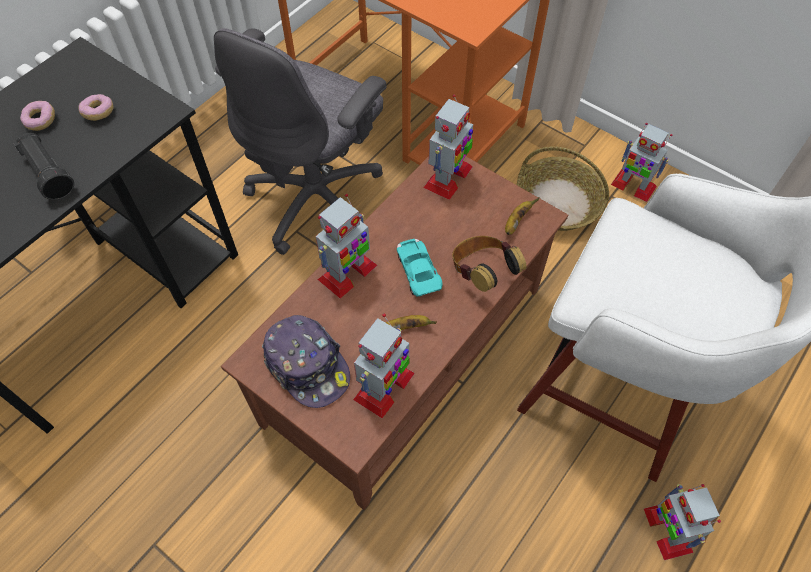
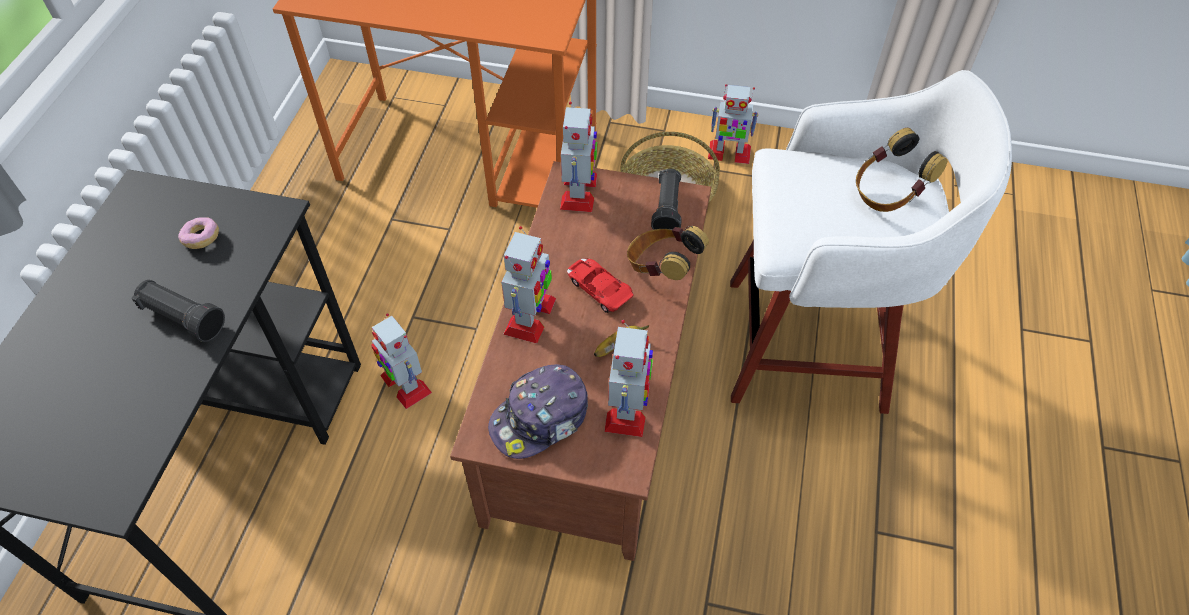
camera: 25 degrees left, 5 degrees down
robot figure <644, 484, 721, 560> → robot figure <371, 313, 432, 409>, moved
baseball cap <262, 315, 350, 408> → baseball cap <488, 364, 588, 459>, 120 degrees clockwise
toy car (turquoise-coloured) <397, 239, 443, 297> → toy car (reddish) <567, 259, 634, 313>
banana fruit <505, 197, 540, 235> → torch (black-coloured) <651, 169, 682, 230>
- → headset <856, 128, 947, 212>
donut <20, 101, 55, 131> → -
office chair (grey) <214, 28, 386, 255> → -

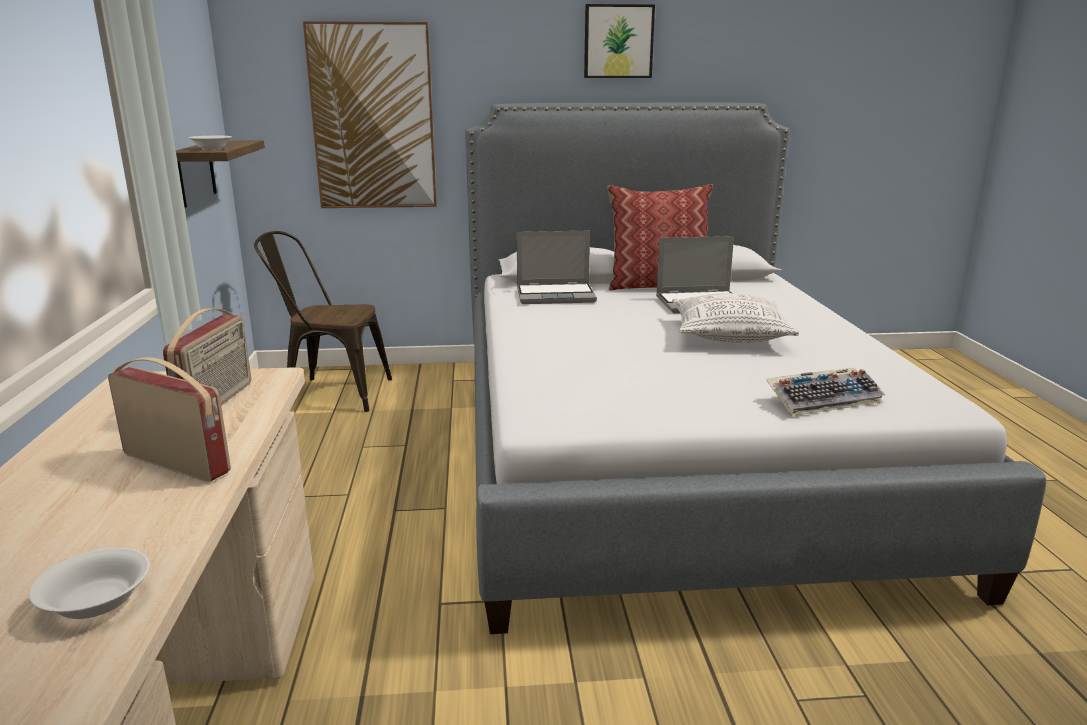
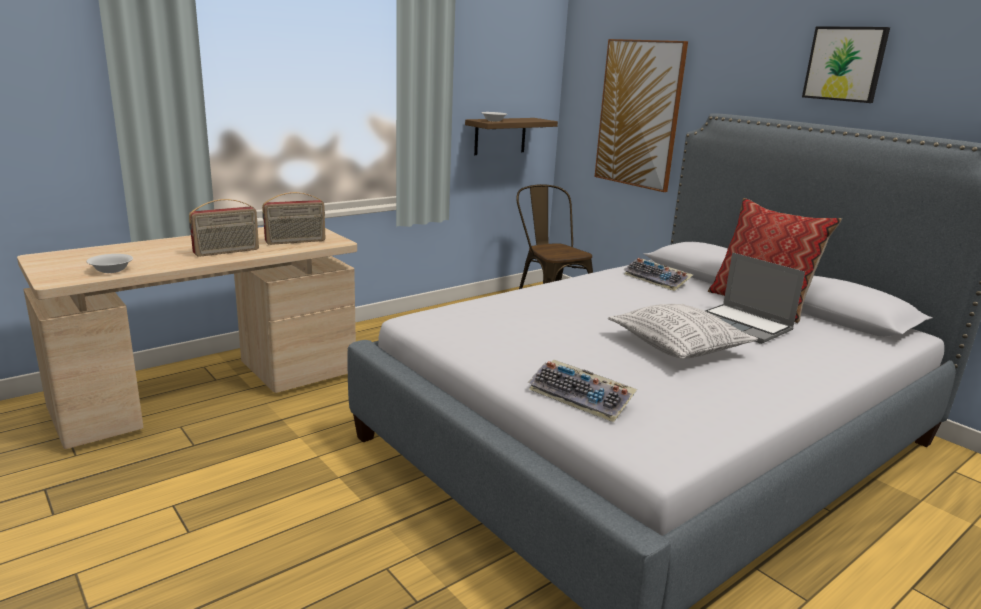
camera: 55 degrees right, 0 degrees up
radio set <108, 357, 231, 482> → radio set <189, 199, 259, 257>, 60 degrees clockwise
portable computer <517, 231, 597, 304> → computer keyboard <623, 258, 693, 291>

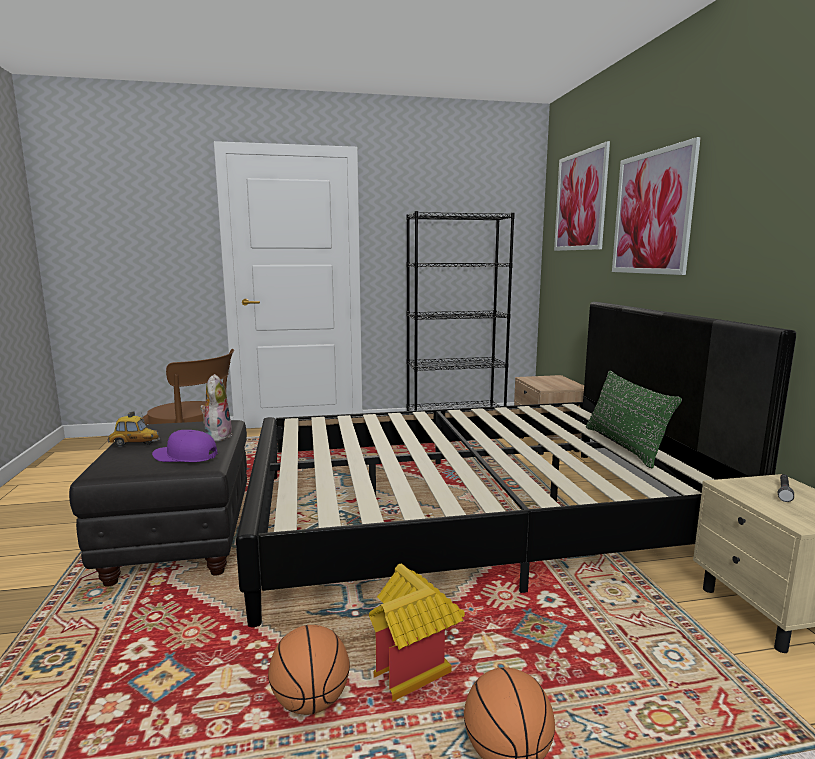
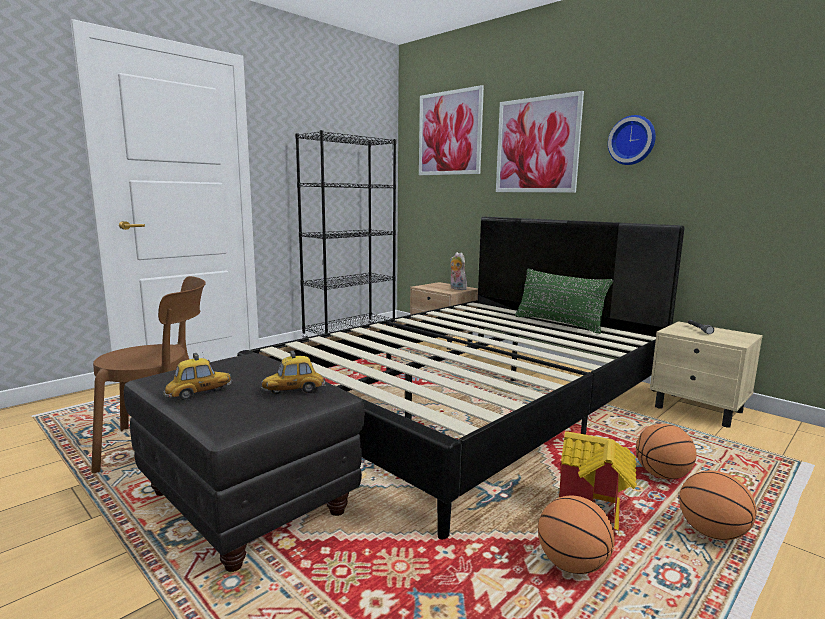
camera: 35 degrees left, 0 degrees up
baseball cap (purple-coloured) <152, 430, 218, 462> → toy car <261, 351, 326, 394>
cuddly toy <200, 374, 232, 441> → cuddly toy <450, 252, 467, 290>, moved
- → hanging clock <608, 115, 656, 165>
- → basketball ball <636, 424, 696, 479>

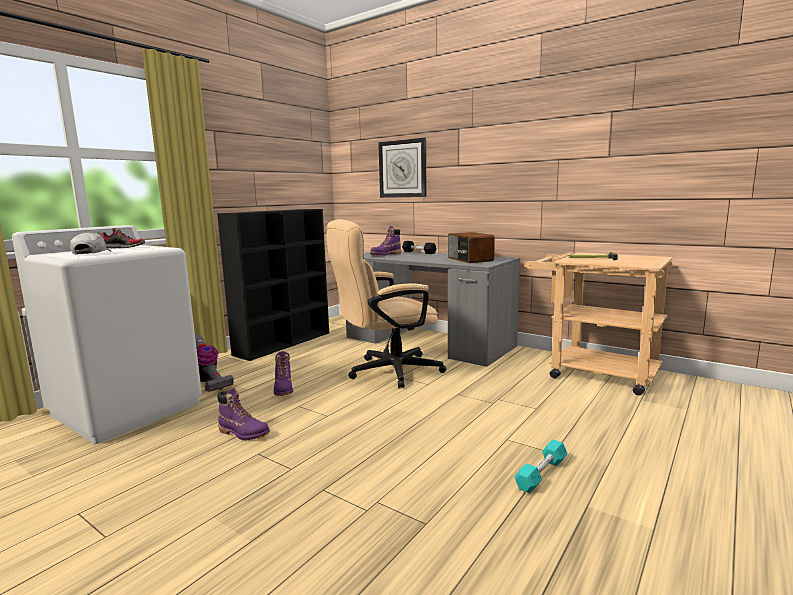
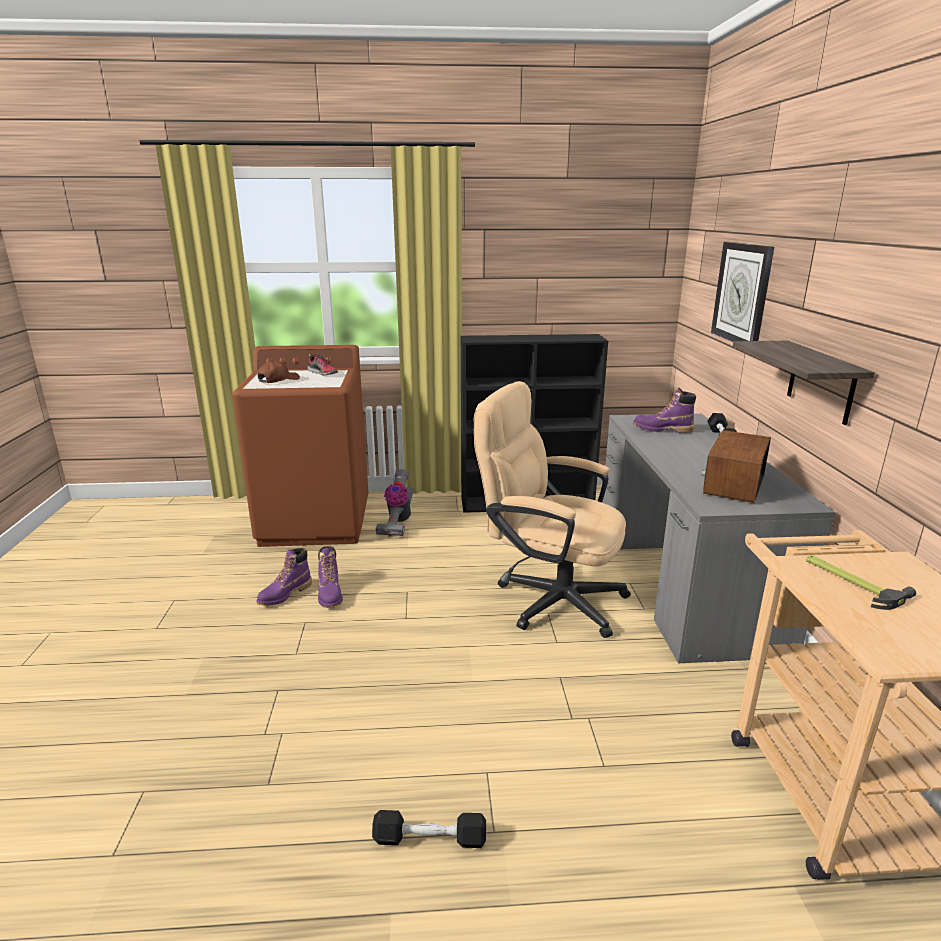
camera: 50 degrees right, 10 degrees up
laundry machine (white-coloured) <12, 225, 202, 444> → laundry machine (brown-coloured) <232, 345, 369, 547>
high-top boot (purple-coloured) <274, 351, 293, 396> → high-top boot (purple-coloured) <257, 548, 312, 606>, moved
baseball cap (white-coloured) <70, 232, 111, 254> → baseball cap (brown-coloured) <258, 361, 300, 383>
free weight (turquoise-coloured) <514, 440, 568, 493> → free weight (black-coloured) <372, 810, 486, 848>
- → shelf <733, 341, 875, 425>

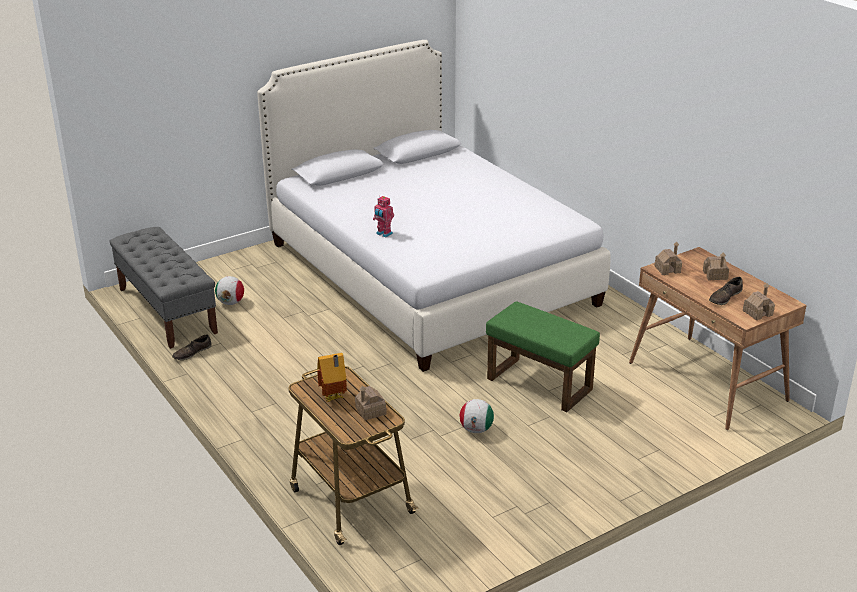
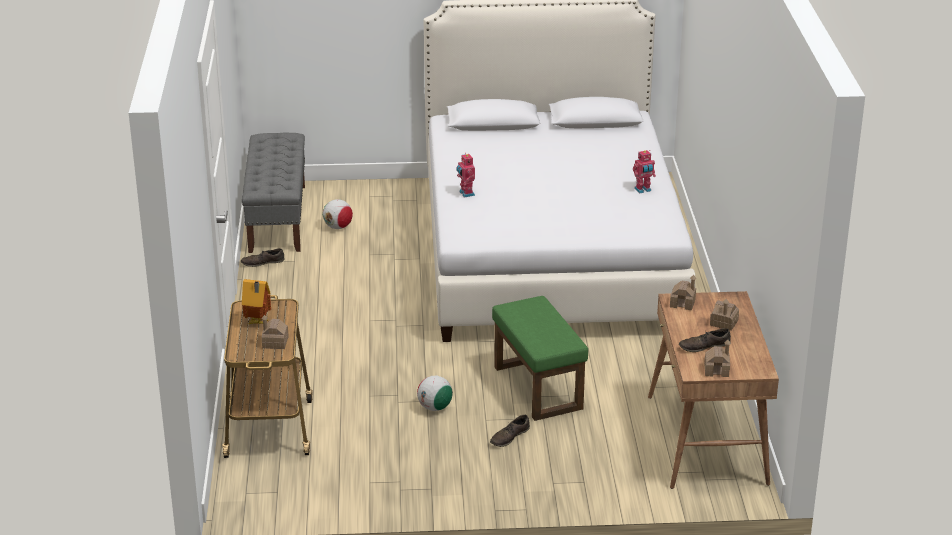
camera: 30 degrees right, 0 degrees up
- → item of footwear (brown-coloured) <490, 415, 530, 447>
- → robot figure <633, 150, 656, 194>

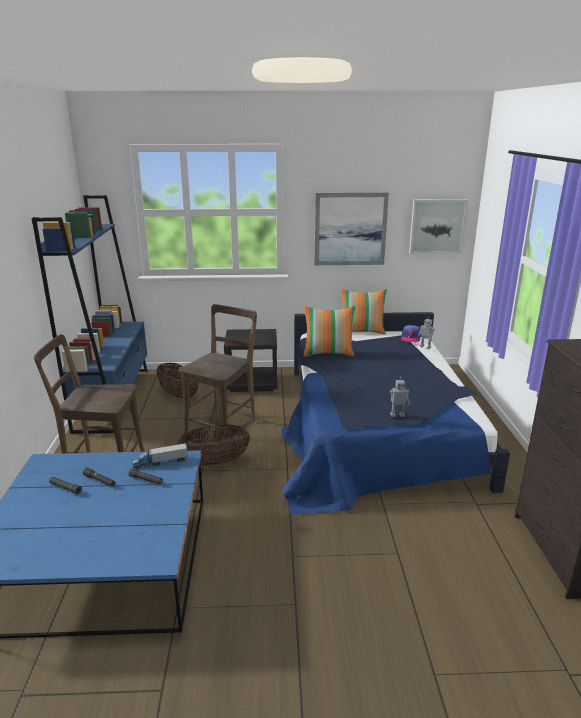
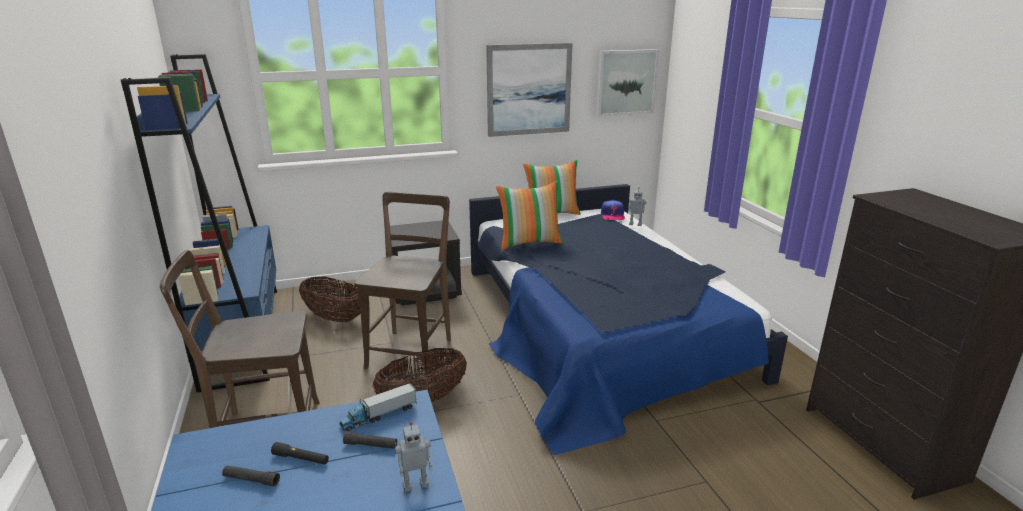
camera: 15 degrees left, 0 degrees up
robot figure <390, 377, 410, 417> → robot figure <395, 422, 433, 492>, moved

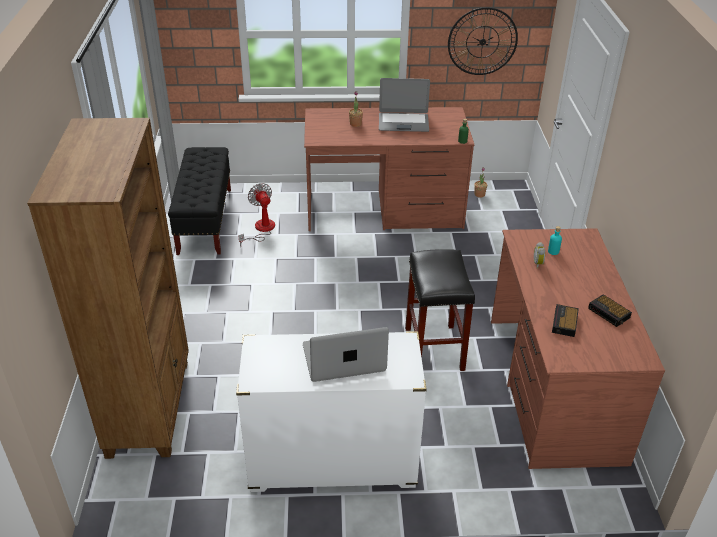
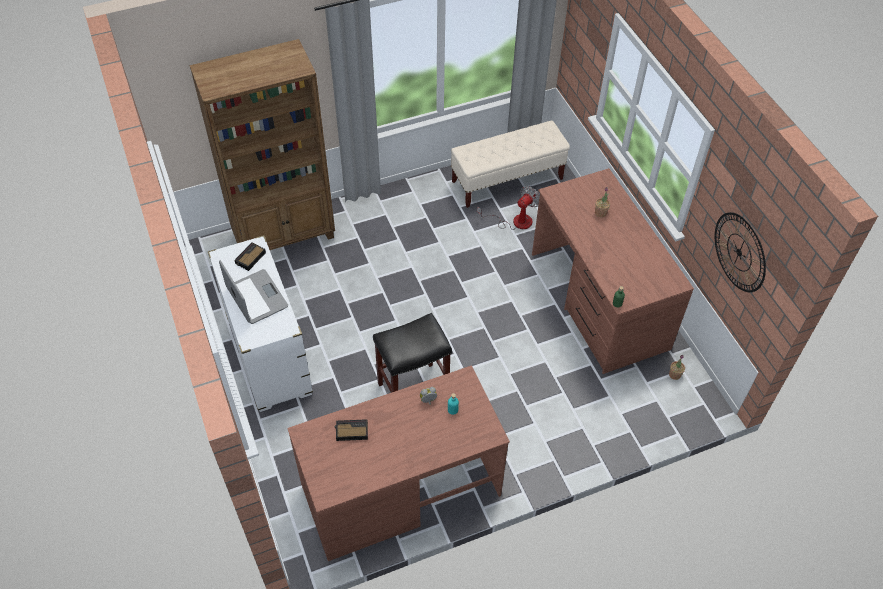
camera: 70 degrees right, 15 degrees up
alarm clock <588, 294, 632, 327> → alarm clock <234, 243, 266, 271>, moved
bench (black-coloured) <168, 147, 231, 255> → bench (sand-coloured) <451, 121, 570, 208>
portable computer <379, 78, 430, 132> → -

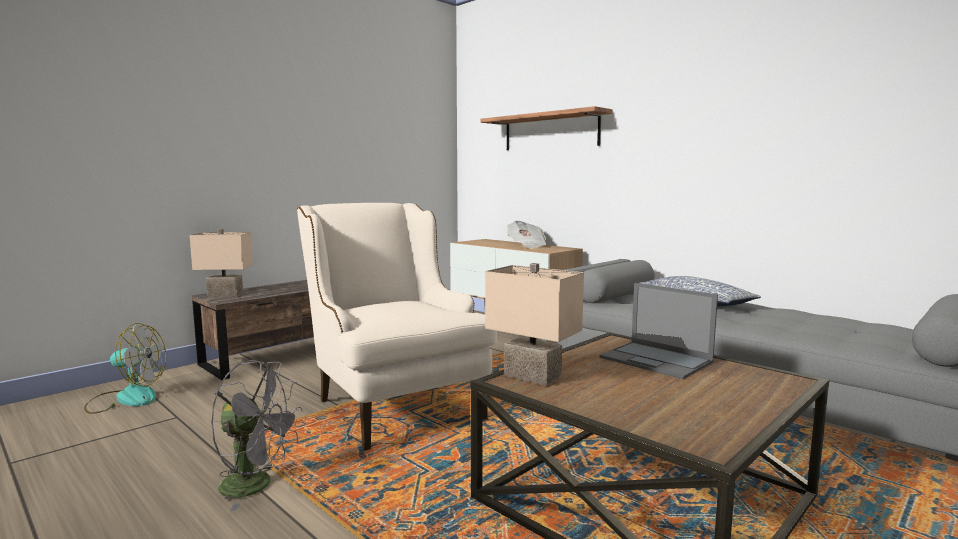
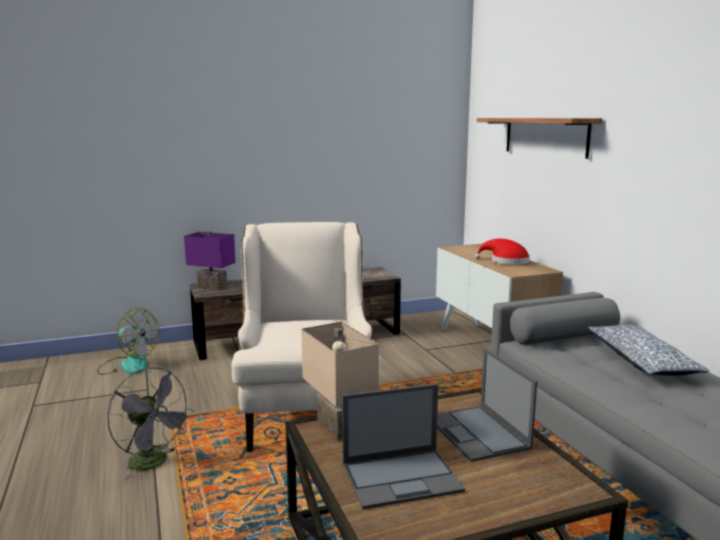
camera: 25 degrees right, 5 degrees up
lamp for a table (sand-coloured) <190, 229, 253, 297> → lamp for a table (purple-coloured) <184, 231, 236, 290>
- → portable computer <342, 384, 465, 509>
newspaper <507, 221, 547, 249> → clothing hat (reddish) <475, 239, 530, 265>

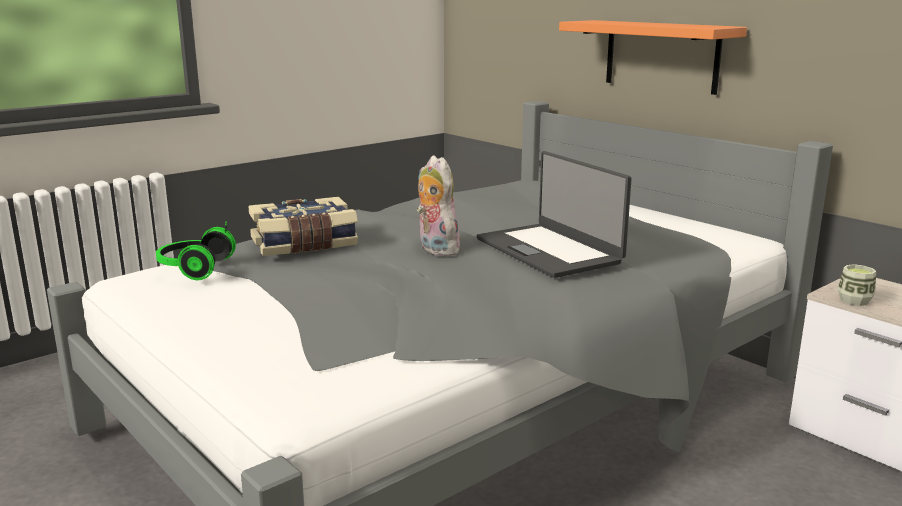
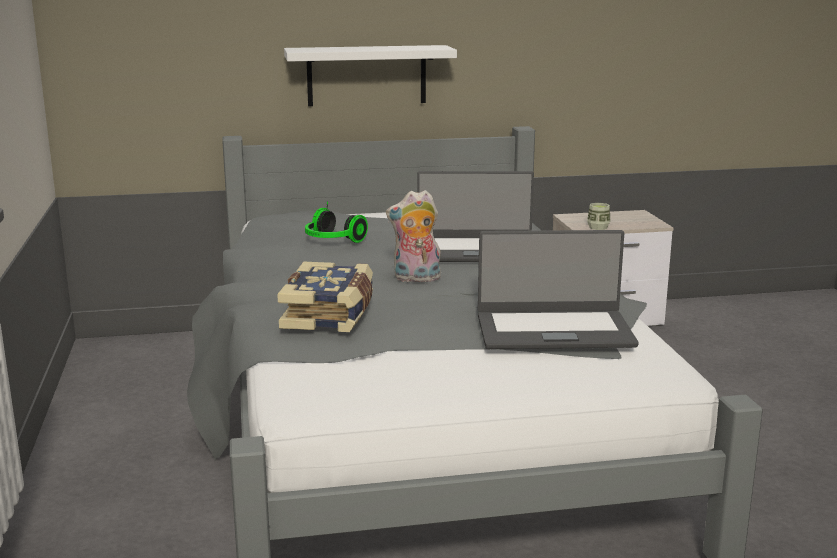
camera: 60 degrees left, 0 degrees up
shelf (orangey) <559, 20, 747, 95> → shelf (white-coloured) <284, 45, 457, 106>
headset <156, 222, 236, 280> → headset <305, 202, 368, 243>, moved
- → portable computer <478, 230, 639, 349>

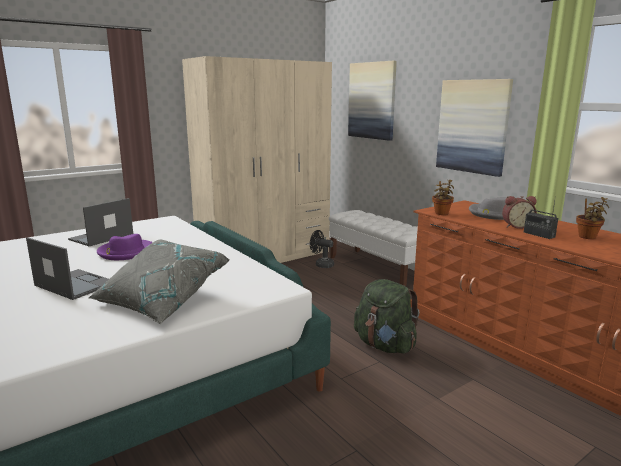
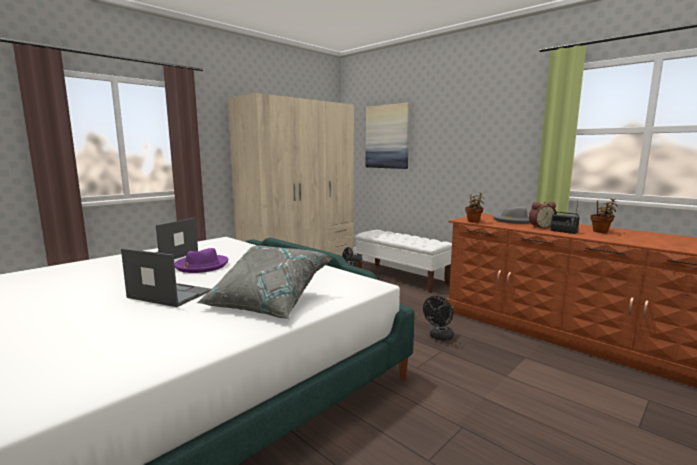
camera: 10 degrees left, 5 degrees down
rucksack (green-coloured) <354, 279, 419, 354> → cooling fan (black-coloured) <423, 296, 454, 341>
wall picture <436, 79, 513, 177> → -

